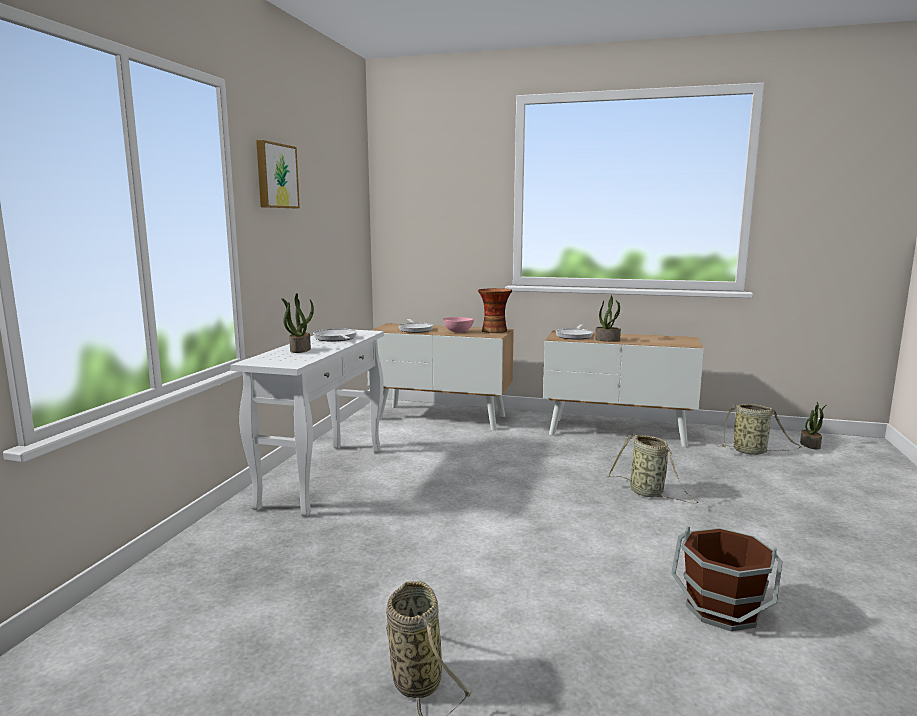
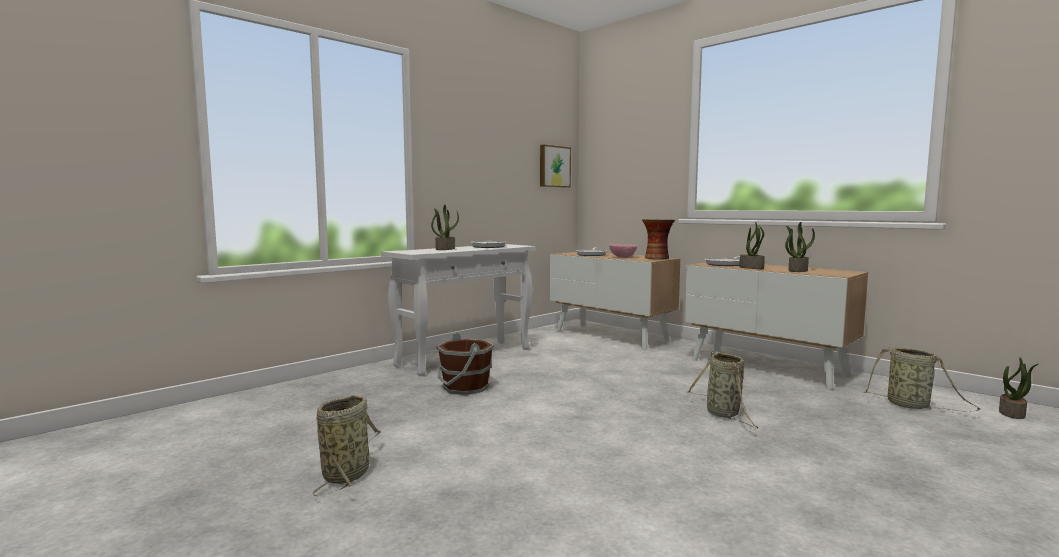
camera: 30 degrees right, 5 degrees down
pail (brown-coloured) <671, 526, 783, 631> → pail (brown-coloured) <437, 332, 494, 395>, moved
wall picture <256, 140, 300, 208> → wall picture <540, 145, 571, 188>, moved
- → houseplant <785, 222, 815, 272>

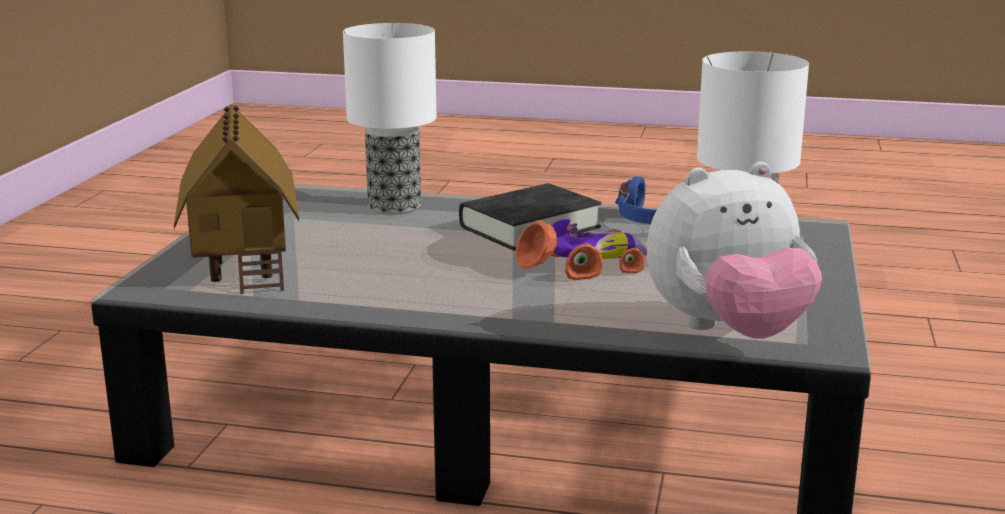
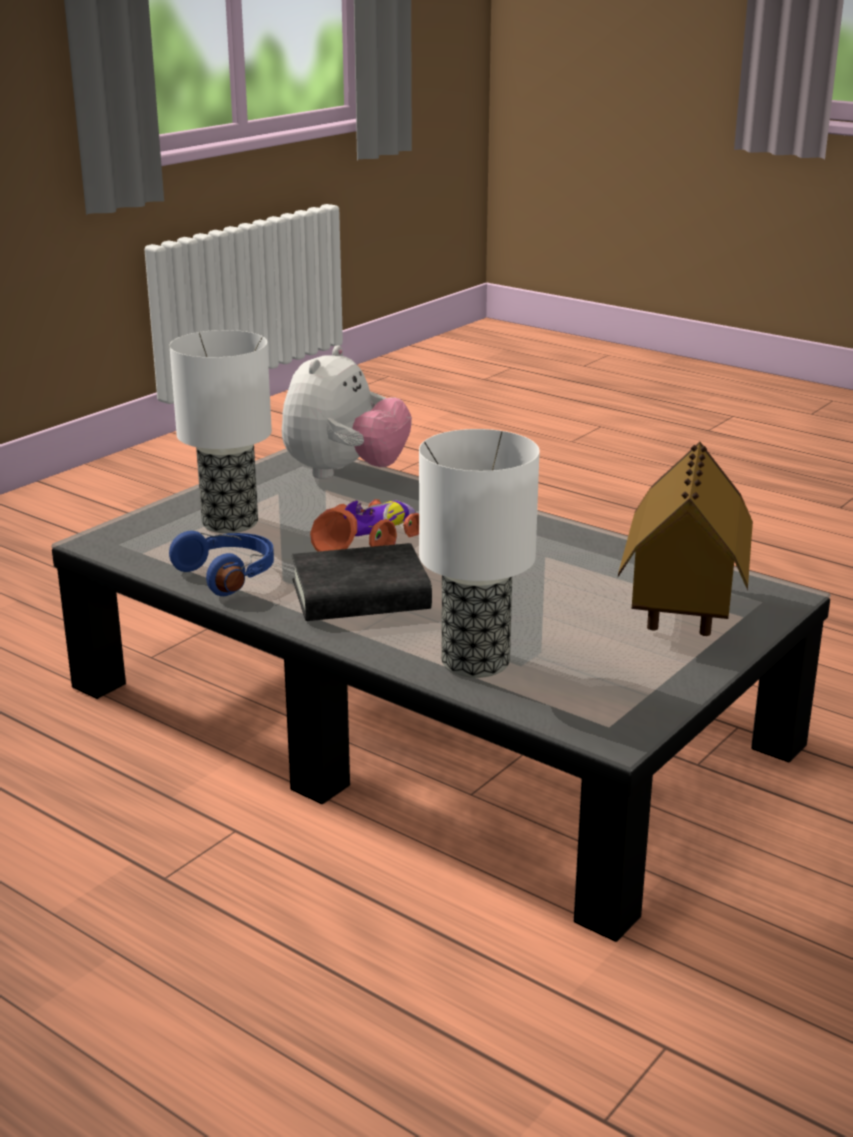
camera: 155 degrees left, 5 degrees up
cuddly toy <647, 162, 822, 339> → cuddly toy <282, 345, 412, 479>, 105 degrees clockwise
toy car <515, 219, 647, 280> → toy car <310, 499, 419, 552>, 120 degrees clockwise

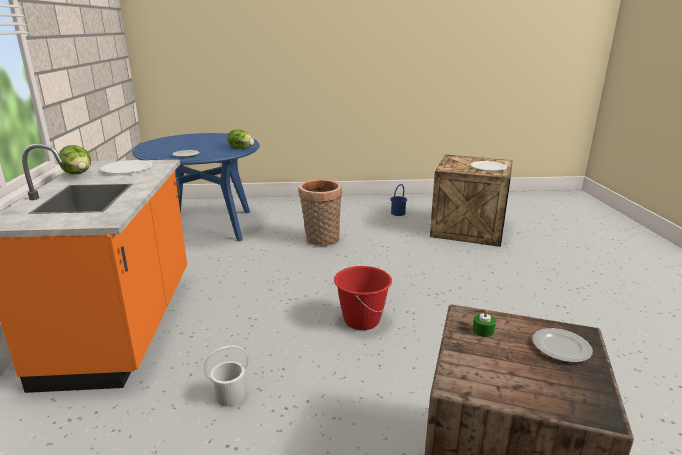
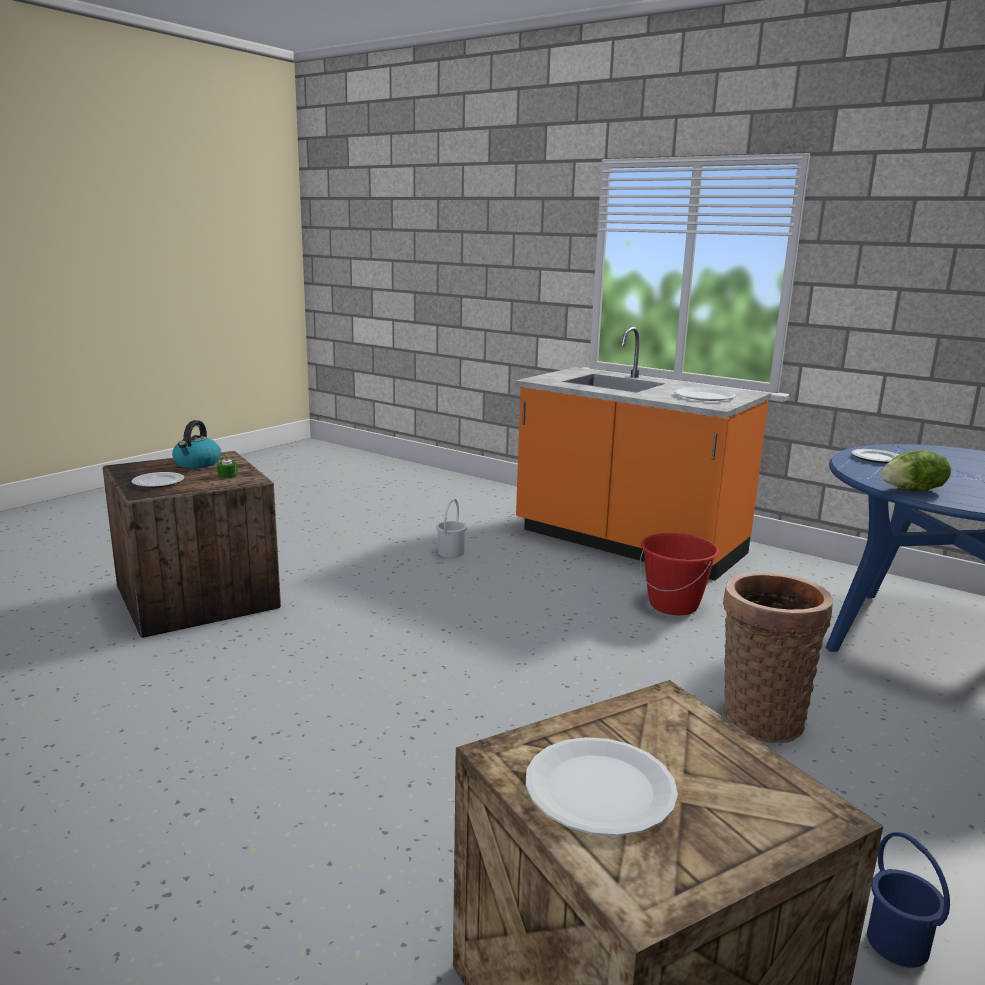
camera: 130 degrees right, 5 degrees down
- → tea kettle <172, 420, 221, 468>
pail (reddish) <334, 266, 392, 330> → pail (reddish) <640, 533, 719, 615>, moved
lettuce head <59, 145, 91, 174> → -

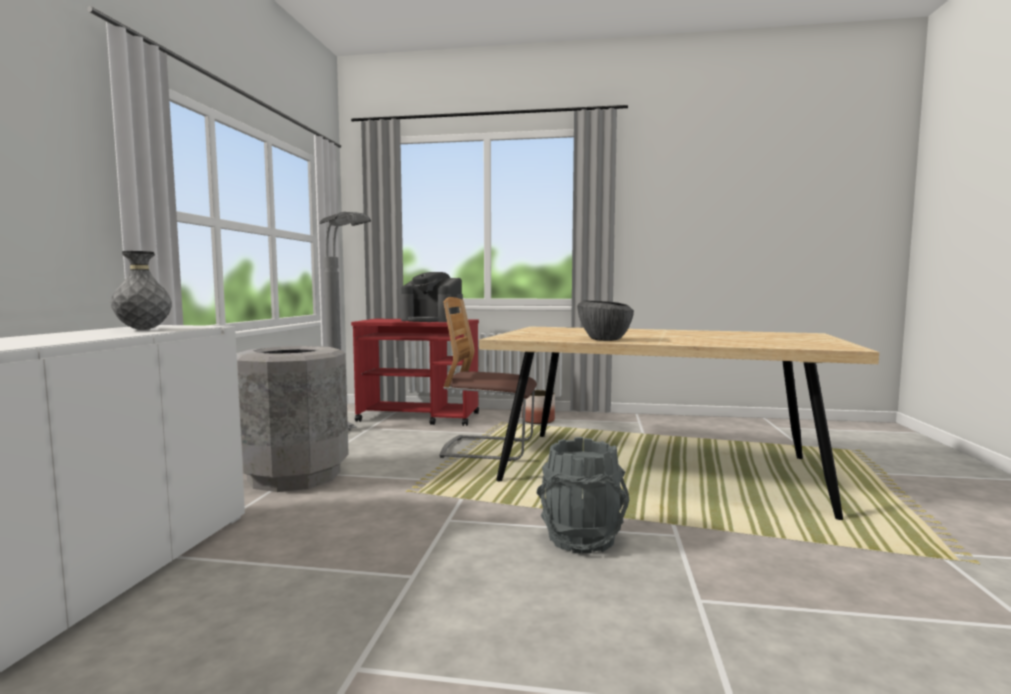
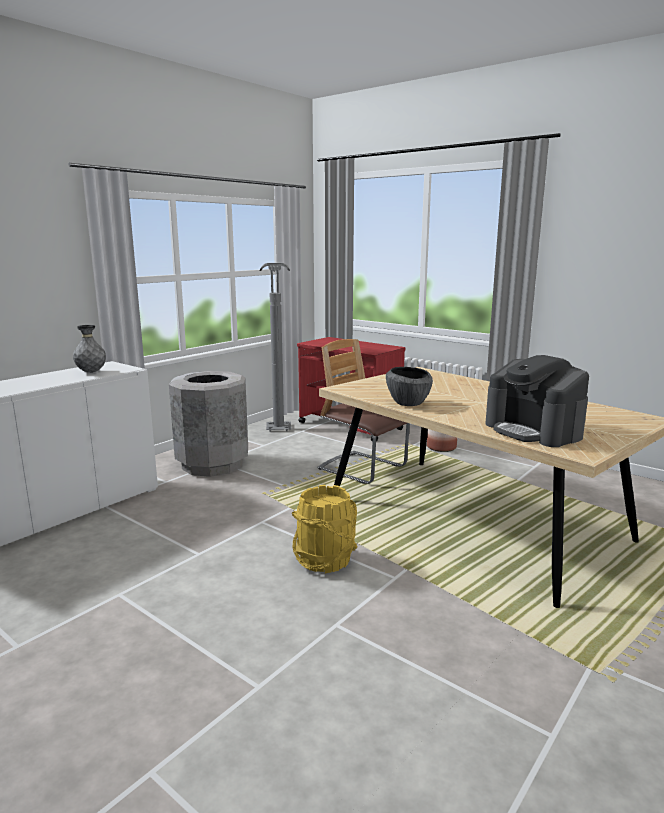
camera: 30 degrees right, 10 degrees up
pail (grey) <536, 437, 629, 554> → pail (yellow-coloured) <292, 485, 358, 573>
coffee brewer <401, 272, 463, 322> → coffee brewer <485, 355, 589, 447>, moved

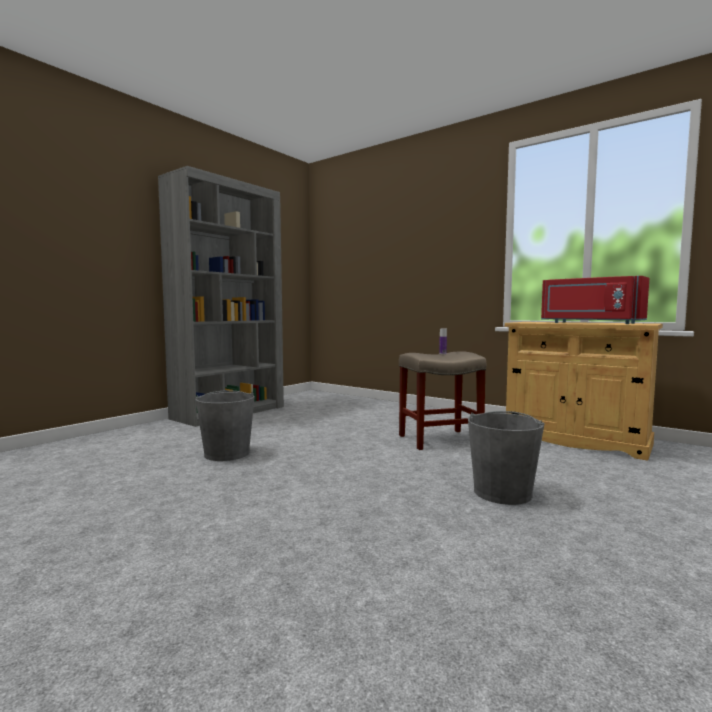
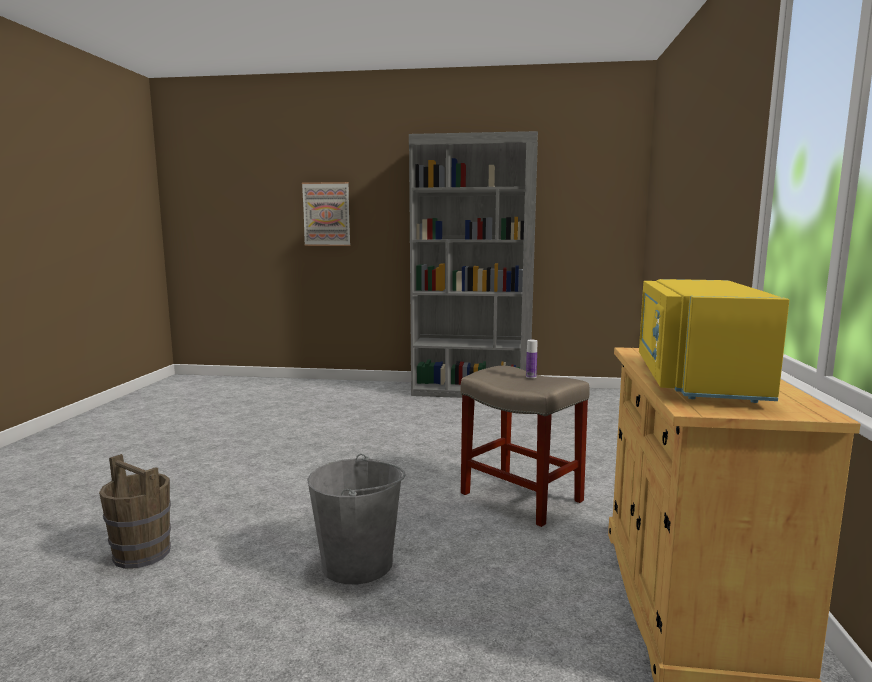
camera: 60 degrees right, 5 degrees up
- → pail (brown-coloured) <99, 454, 171, 569>
- → wall picture <302, 182, 350, 246>
kitchen microwave (reddish) <541, 276, 649, 324> → kitchen microwave (yellow-coloured) <639, 279, 789, 403>
pail (grey) <195, 390, 255, 461> → -

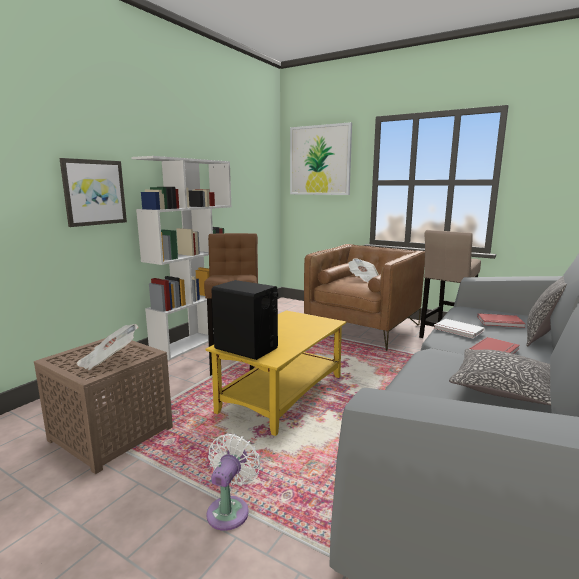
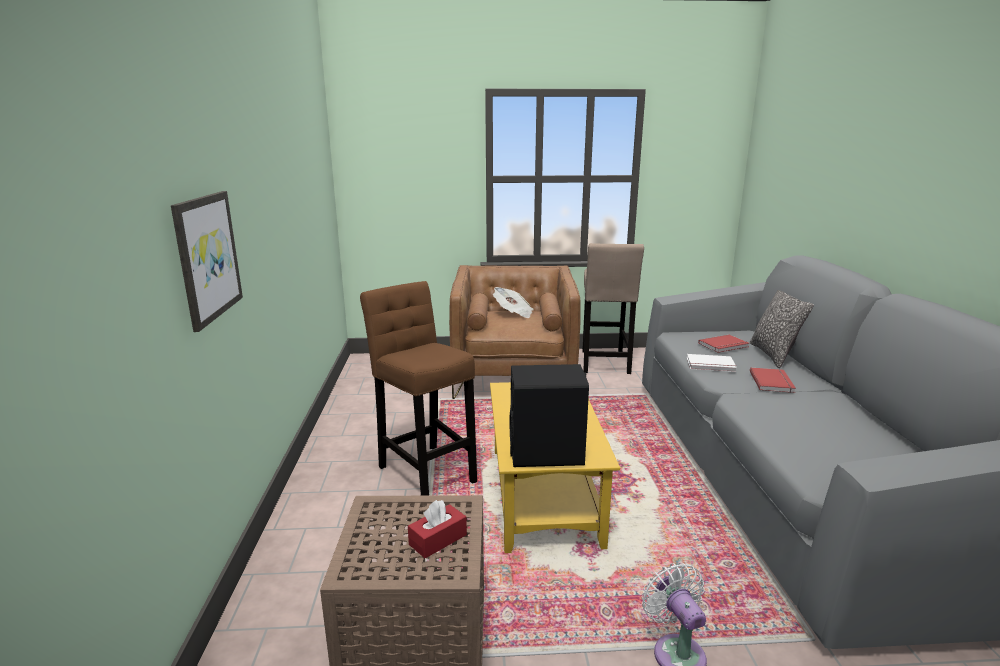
camera: 35 degrees left, 5 degrees up
newspaper <77, 324, 138, 370> → tissue box (reddish) <408, 500, 467, 558>
shelving unit (white-coloured) <131, 156, 232, 360> → -
wall picture <290, 122, 352, 195> → -
throw pillow <449, 349, 551, 405> → -

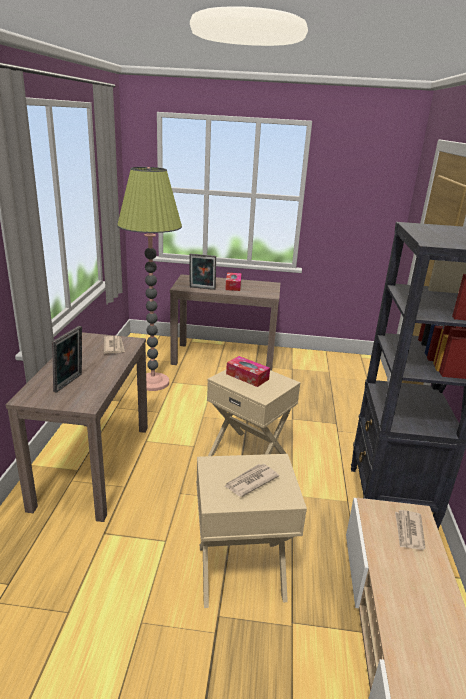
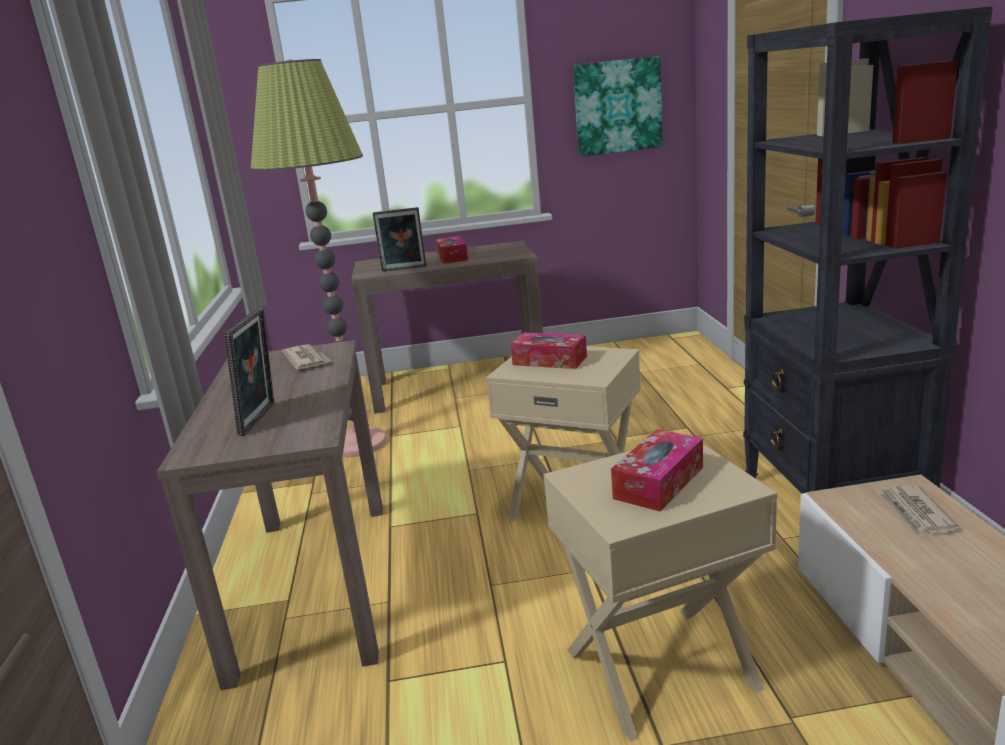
camera: 10 degrees left, 5 degrees down
- → wall picture <573, 56, 663, 157>
newspaper <225, 464, 279, 497> → tissue box <611, 429, 703, 512>

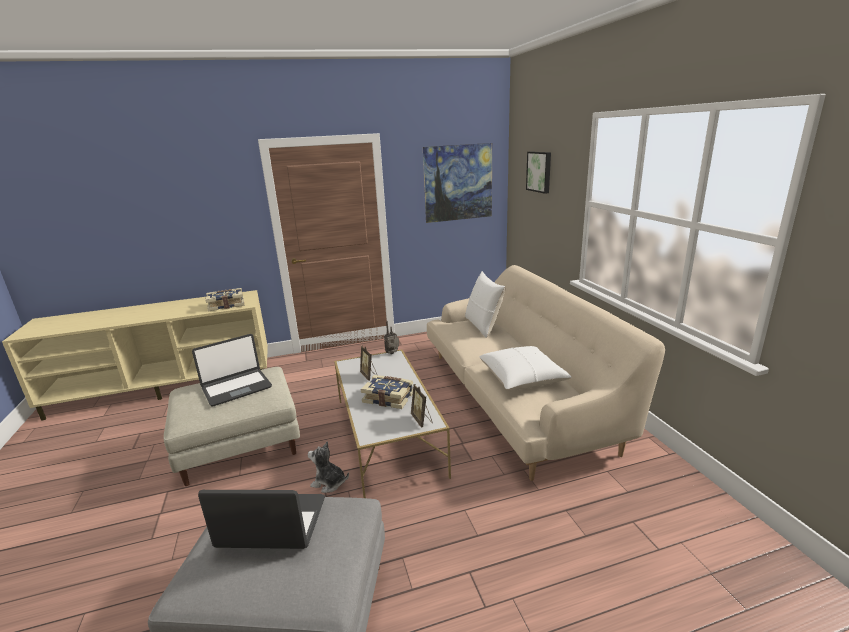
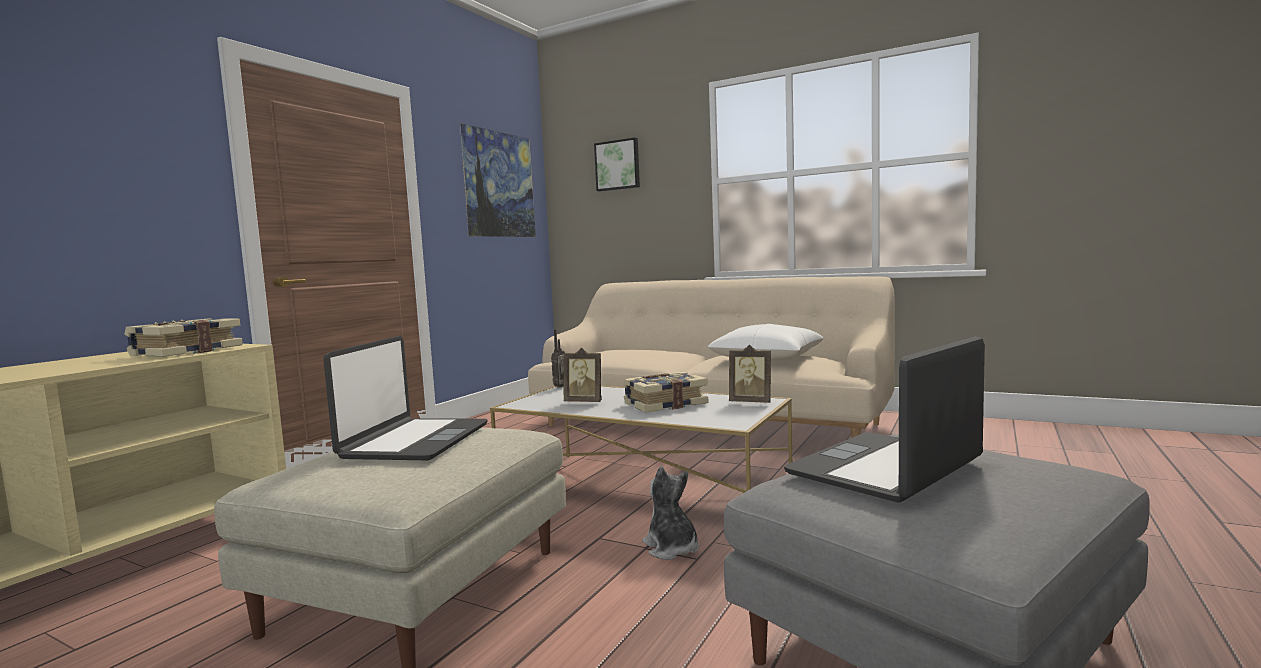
camera: 45 degrees left, 15 degrees down
cuddly toy <308, 441, 349, 493> → cuddly toy <642, 466, 699, 560>, 90 degrees clockwise
throw pillow (white-coloured) <465, 271, 505, 338> → -

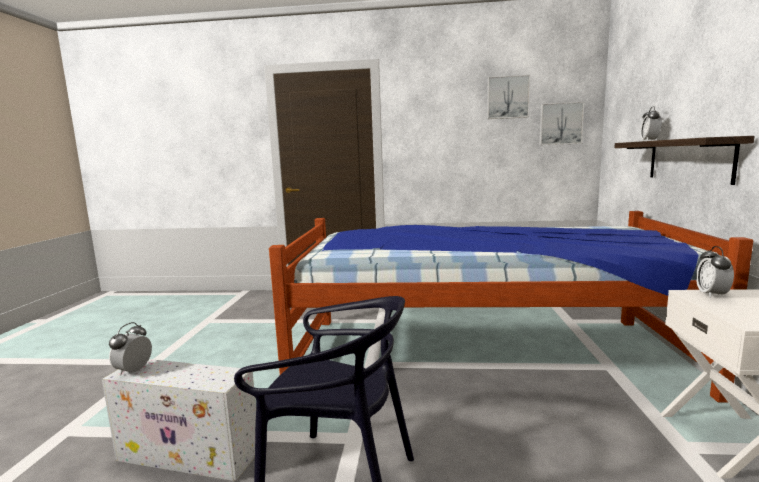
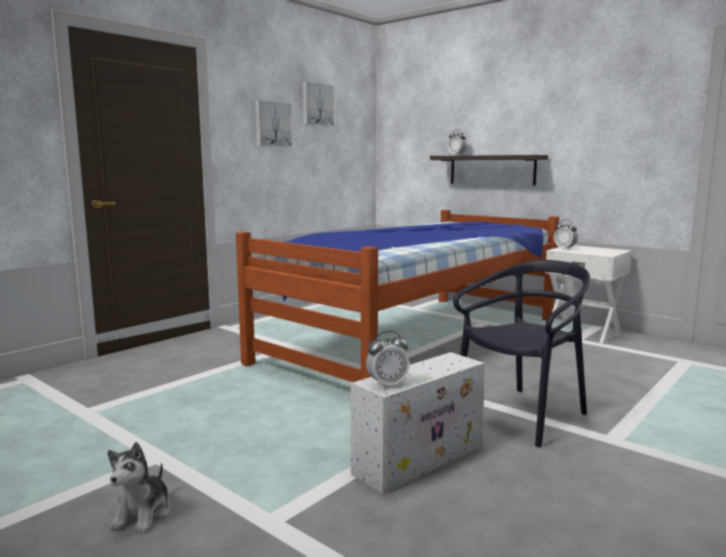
camera: 55 degrees left, 0 degrees up
- → cuddly toy <108, 442, 171, 533>
wall picture <539, 102, 584, 145> → wall picture <255, 100, 293, 148>, moved
alarm clock <109, 322, 152, 376> → alarm clock <366, 331, 409, 389>, 75 degrees counterclockwise

